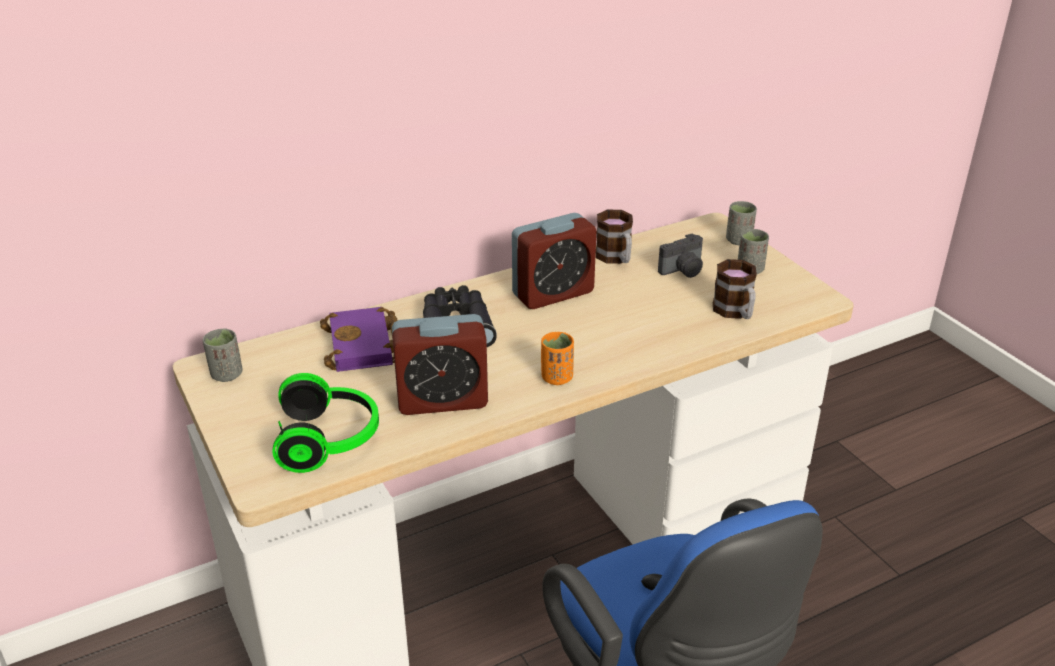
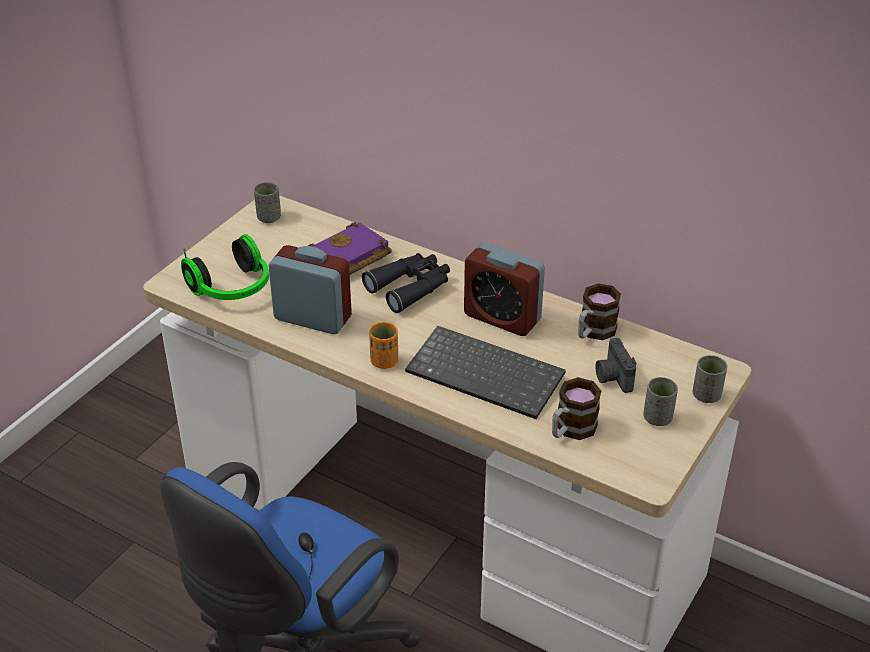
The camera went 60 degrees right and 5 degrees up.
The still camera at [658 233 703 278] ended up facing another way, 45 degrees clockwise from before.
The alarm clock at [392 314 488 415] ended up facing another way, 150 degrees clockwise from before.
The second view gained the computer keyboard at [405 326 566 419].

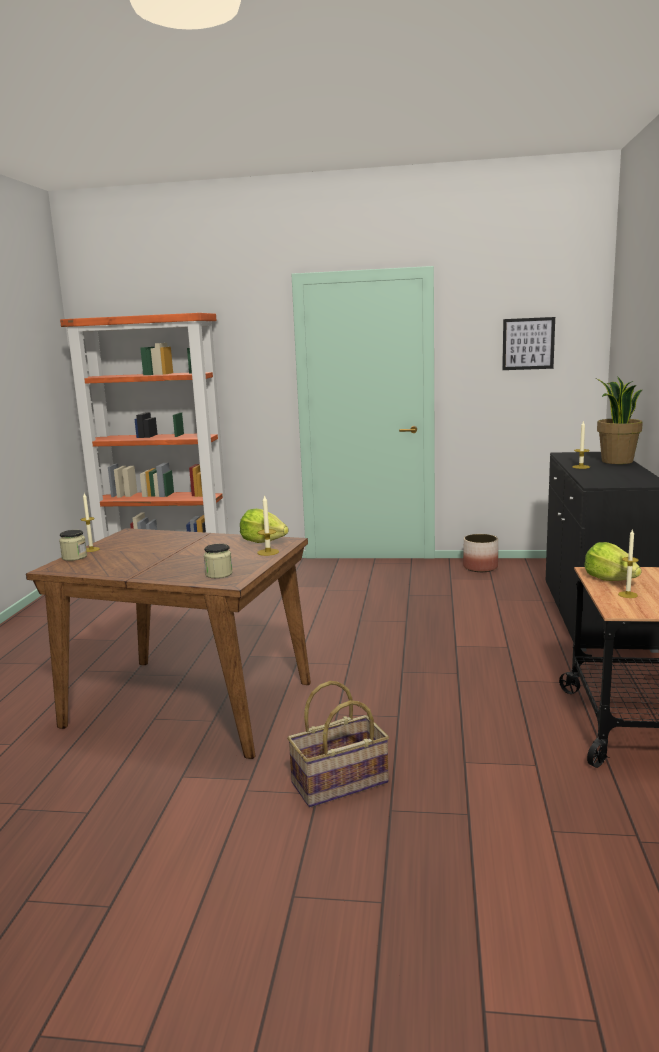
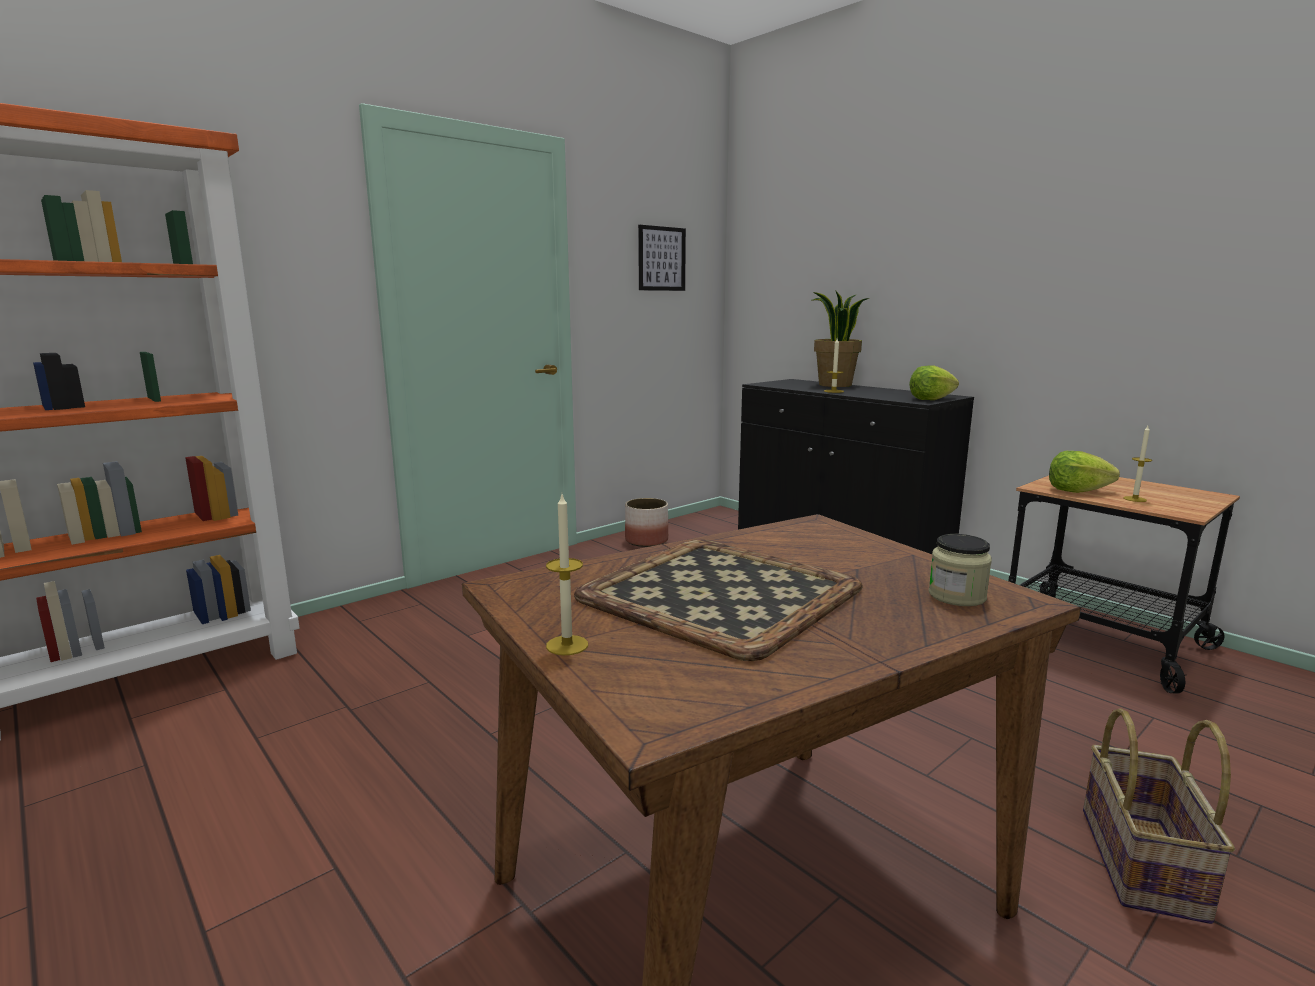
The camera went 50 degrees left and 0 degrees up.
The second view lost the wax candle at [257 495 279 556].
The lettuce ended up elsewhere, having gone from [240 509 288 543] to [909 365 959 400].
The second view lost the jar at [59 530 87 561].
The second view gained the carrying tray at [574 539 863 661].

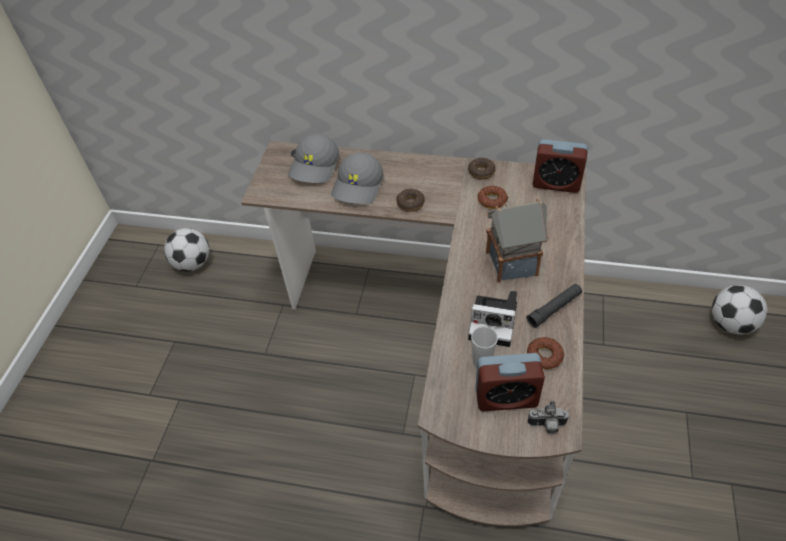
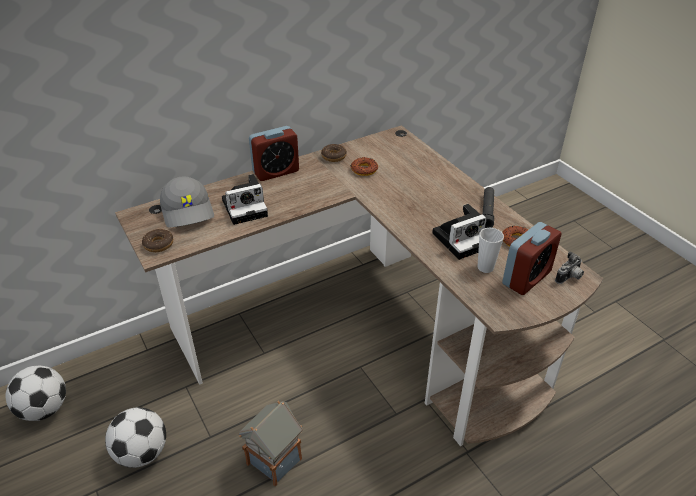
The camera went 45 degrees left and 10 degrees down.
The alarm clock ended up elsewhere, having gone from [533 139 588 193] to [249 126 299 181].
Where the grey baseball cap stood at [331 152 383 204], the still camera came to stand at [222 174 268 225].
The doughnut ended up elsewhere, having gone from [396 189 425 212] to [142 229 173 252].
The miniature house ended up elsewhere, having gone from [486 199 549 283] to [239 401 303 486].
The football ball ended up elsewhere, having gone from [712 285 767 335] to [105 407 166 468].

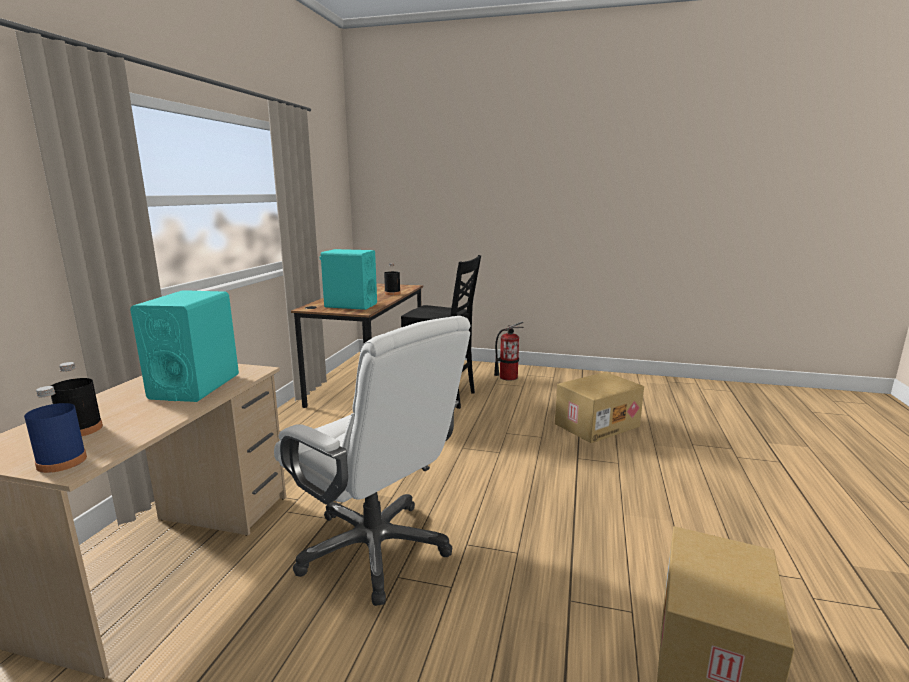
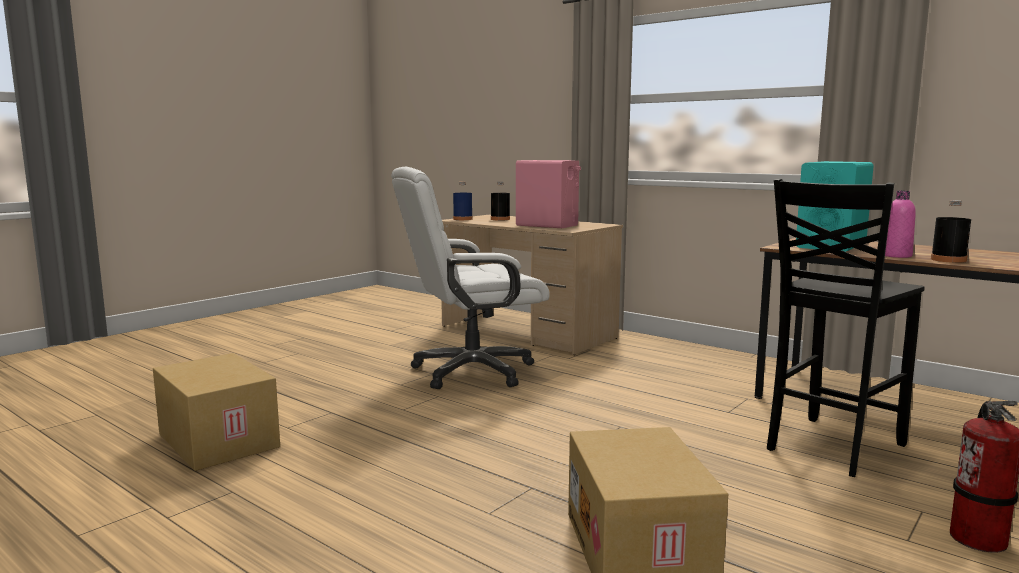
The camera went 115 degrees right and 5 degrees down.
What was the blue-green audio speaker at [130 290 239 402] turned into the pinkish audio speaker at [516 160 581 228].
The second view gained the pinkish bottle at [885 191 916 258].

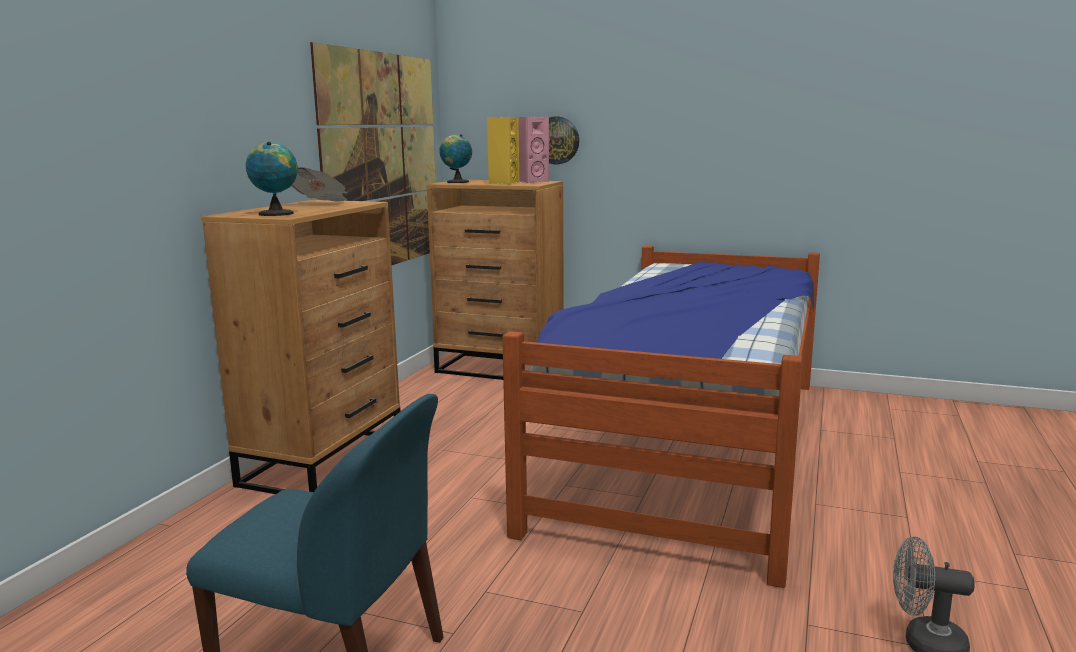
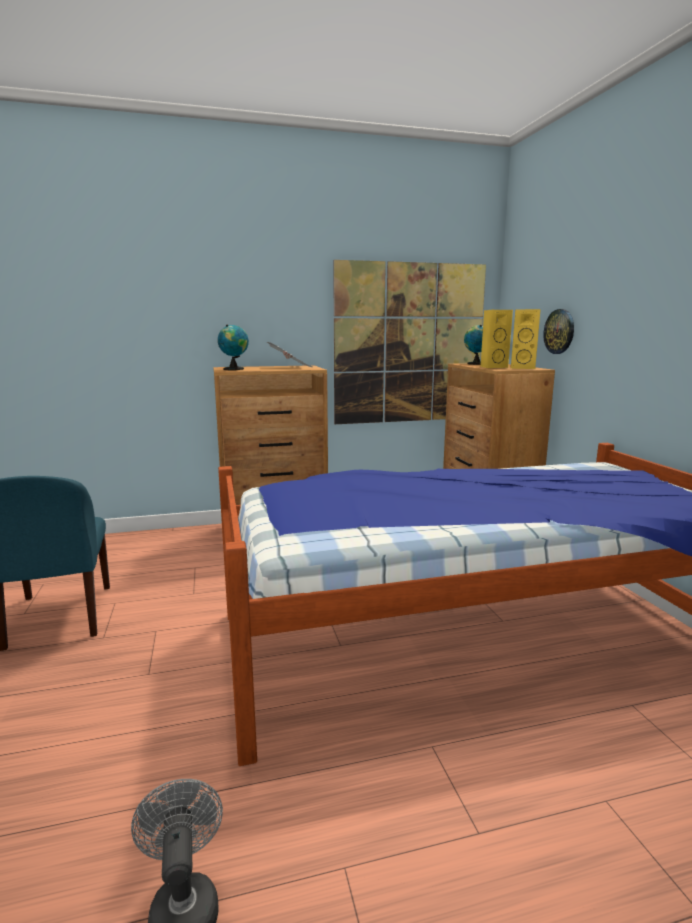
The camera went 55 degrees right and 0 degrees up.
What was the pinkish audio speaker at [518 117 549 183] turned into the yellowish audio speaker at [511 309 541 369].

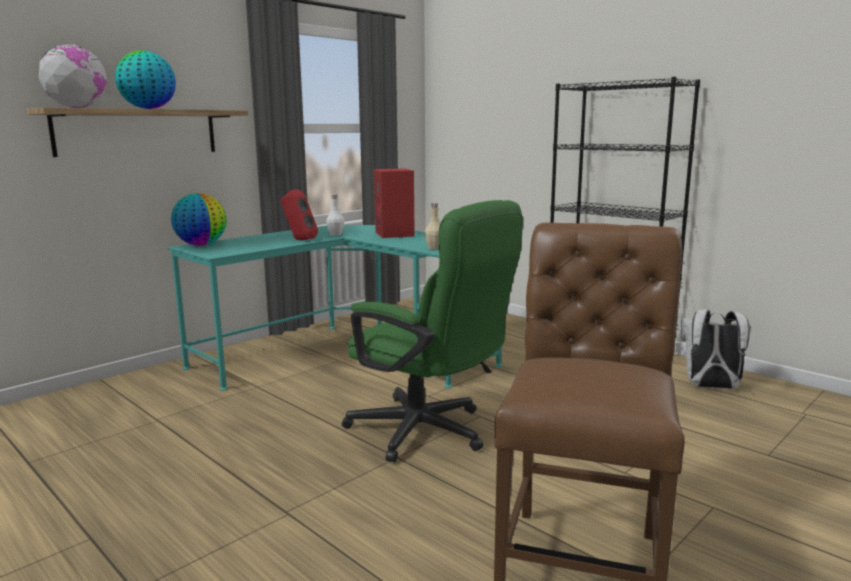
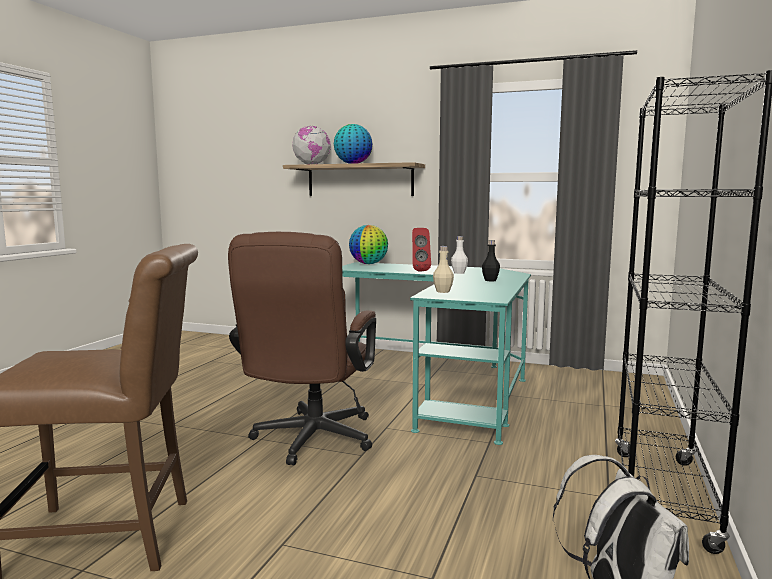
The camera went 65 degrees right and 5 degrees down.
Where the reddish audio speaker stood at [374 168 415 238], the black-coloured bottle came to stand at [482 240 500 281].
What was the green-coloured computer chair at [342 200 523 462] turned into the brown computer chair at [228 232 376 466].

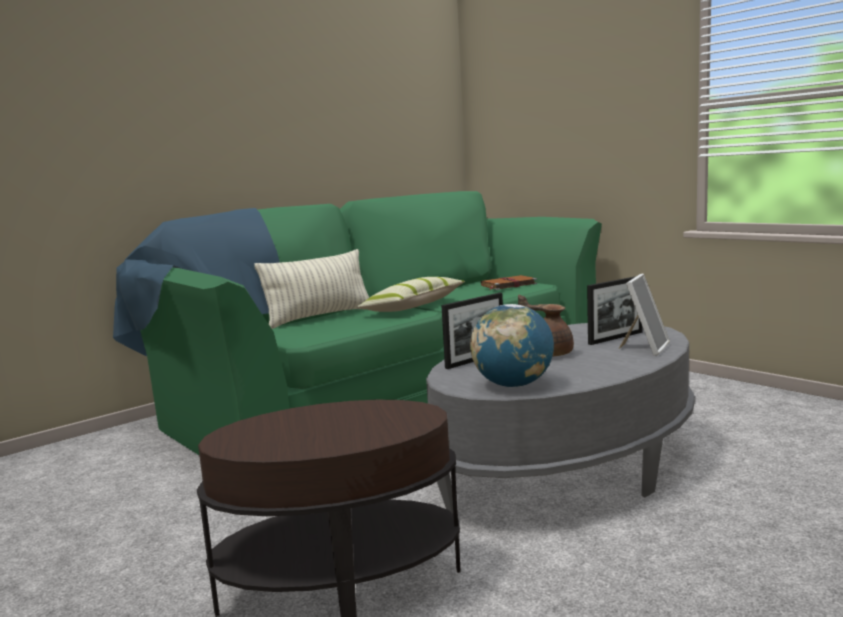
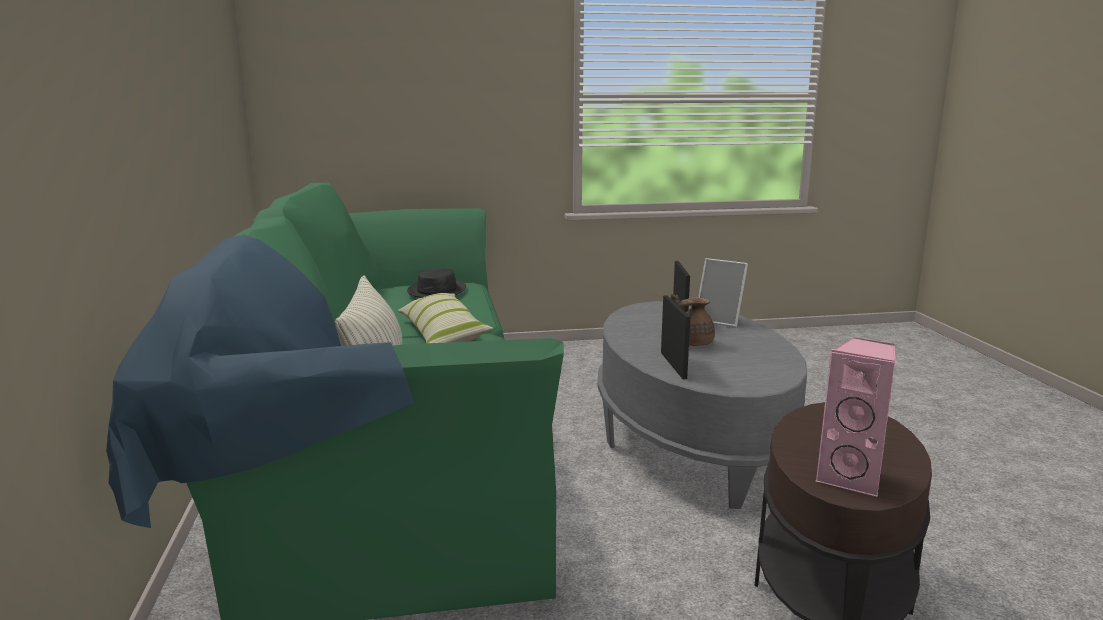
The camera went 60 degrees left and 5 degrees up.
The photo frame at [618 274 670 356] ended up facing another way, 150 degrees clockwise from before.
Where the brown bound book stood at [481 275 537 290], the black-coloured clothing hat came to stand at [407 268 466 298].
The second view lost the world globe at [470 304 554 387].
The second view gained the pinkish audio speaker at [816 337 896 497].

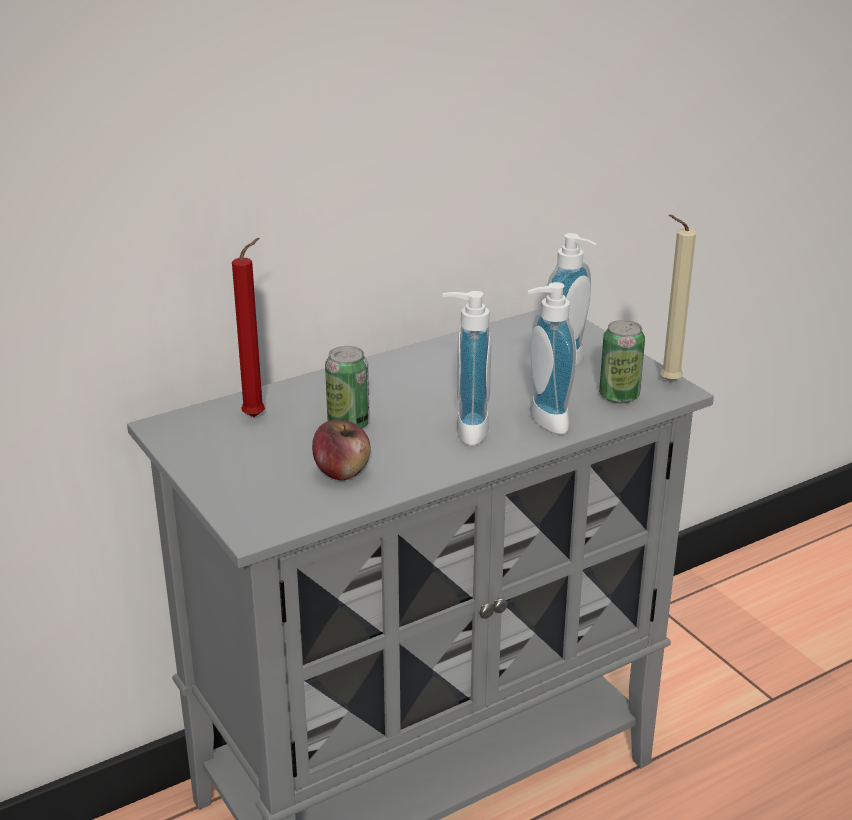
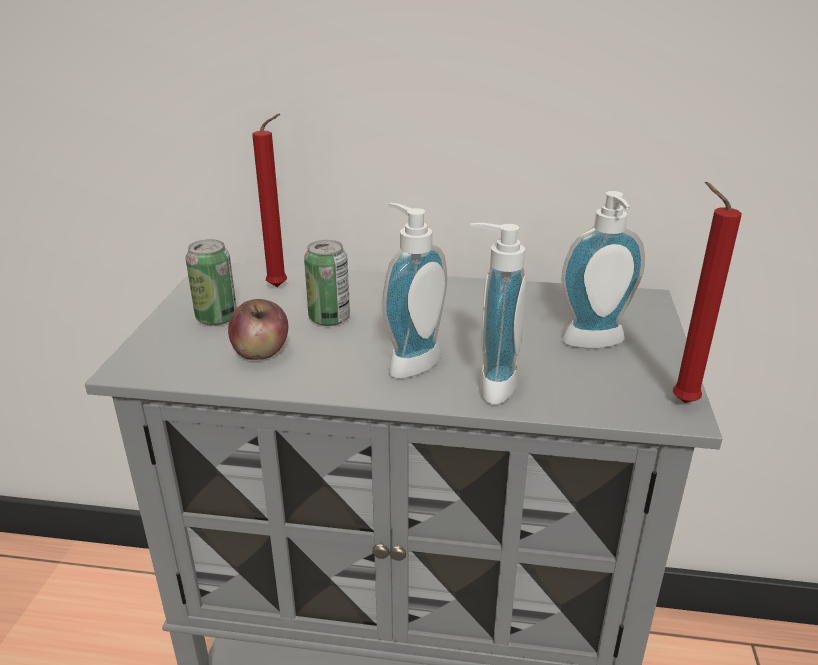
The camera went 40 degrees right and 0 degrees up.
What was the beige wax candle at [660 215 696 383] turned into the reddish wax candle at [673 182 742 403].
The sealed can ended up elsewhere, having gone from [599 320 645 404] to [186 239 237 326].

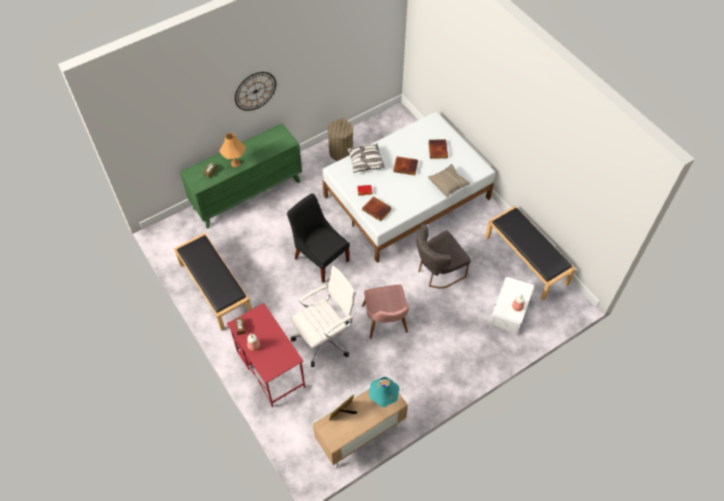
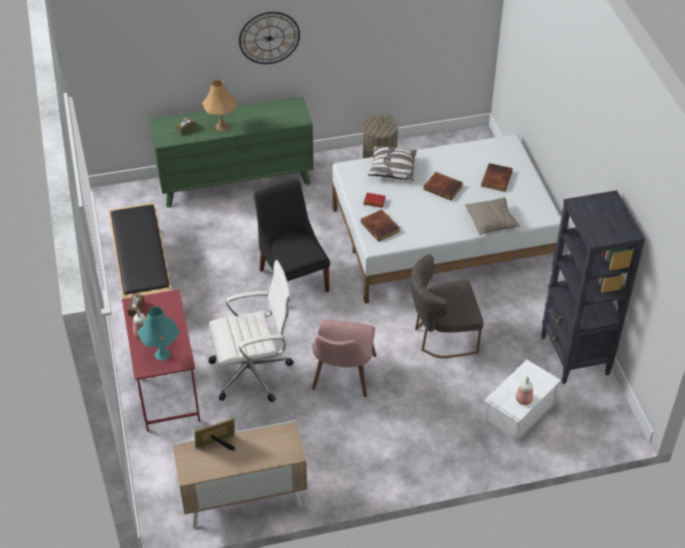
The camera went 20 degrees right and 10 degrees down.
Where the black-coloured long seat stood at [485 206 576 300], the black-coloured bookshelf came to stand at [541 190 645 384].
The blue-green tabletop lamp ended up elsewhere, having gone from [369 377 399 407] to [137 307 180 361].

